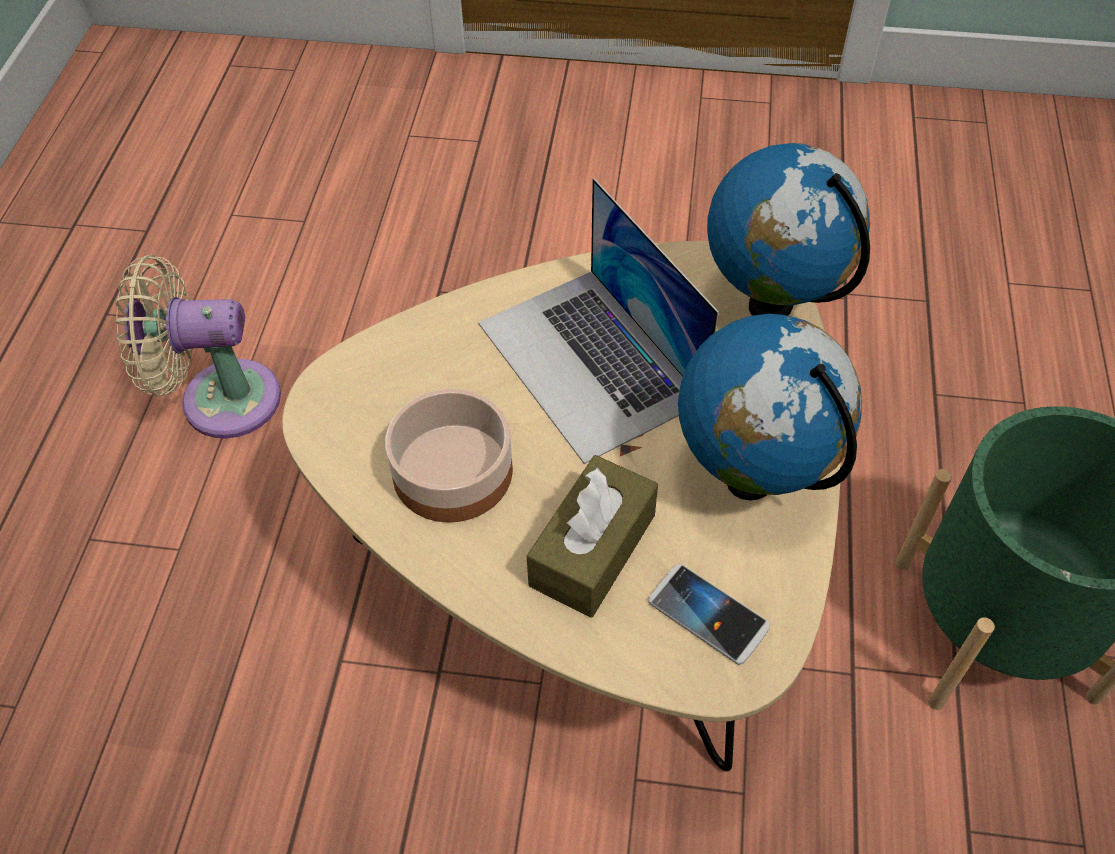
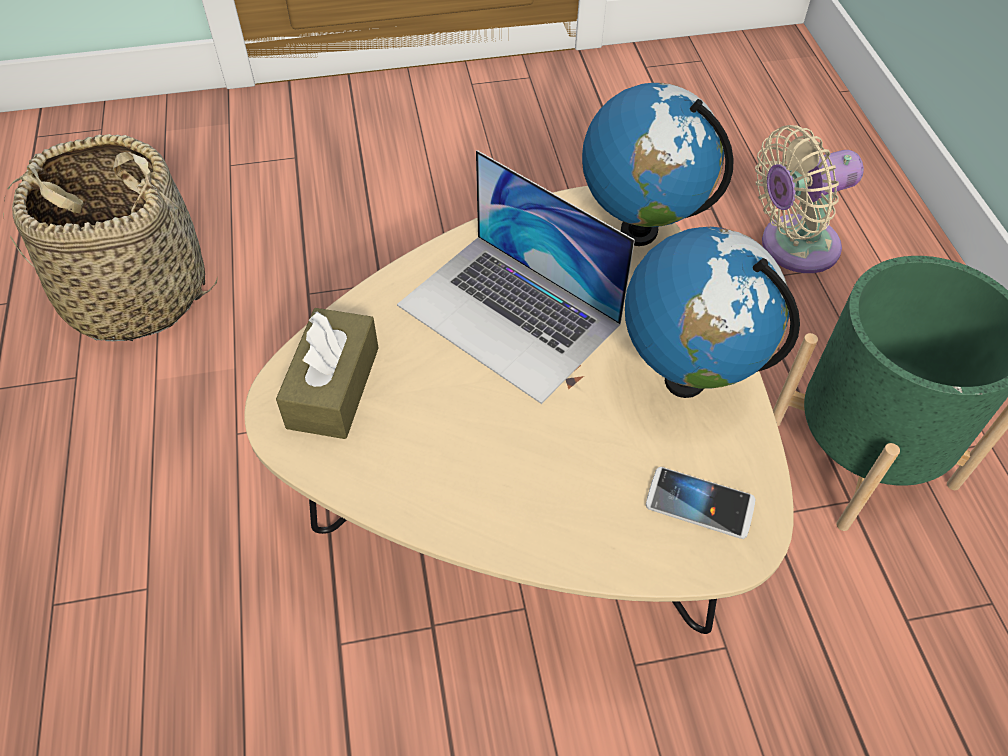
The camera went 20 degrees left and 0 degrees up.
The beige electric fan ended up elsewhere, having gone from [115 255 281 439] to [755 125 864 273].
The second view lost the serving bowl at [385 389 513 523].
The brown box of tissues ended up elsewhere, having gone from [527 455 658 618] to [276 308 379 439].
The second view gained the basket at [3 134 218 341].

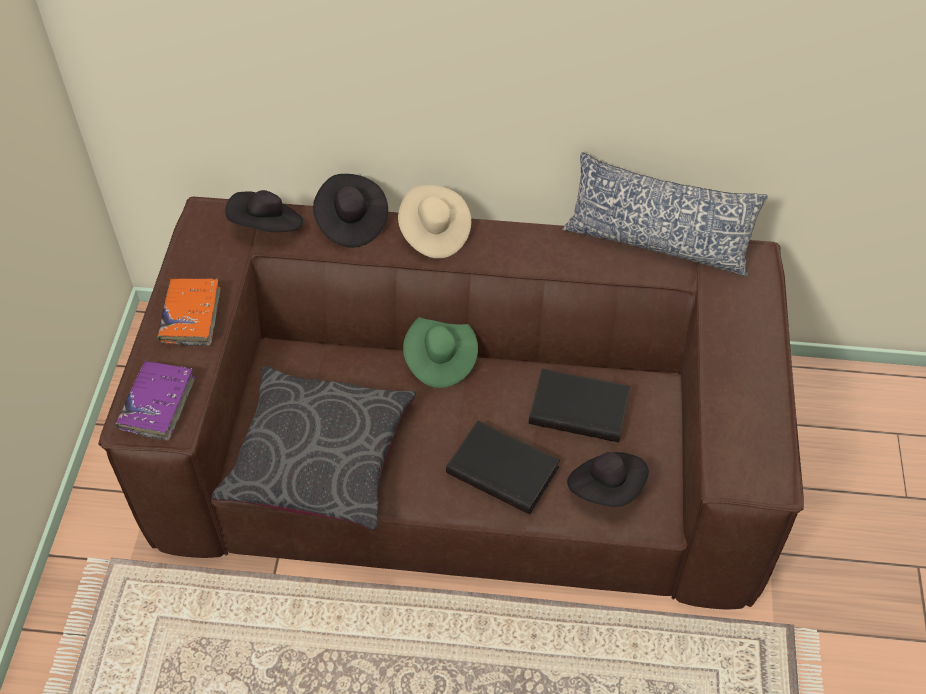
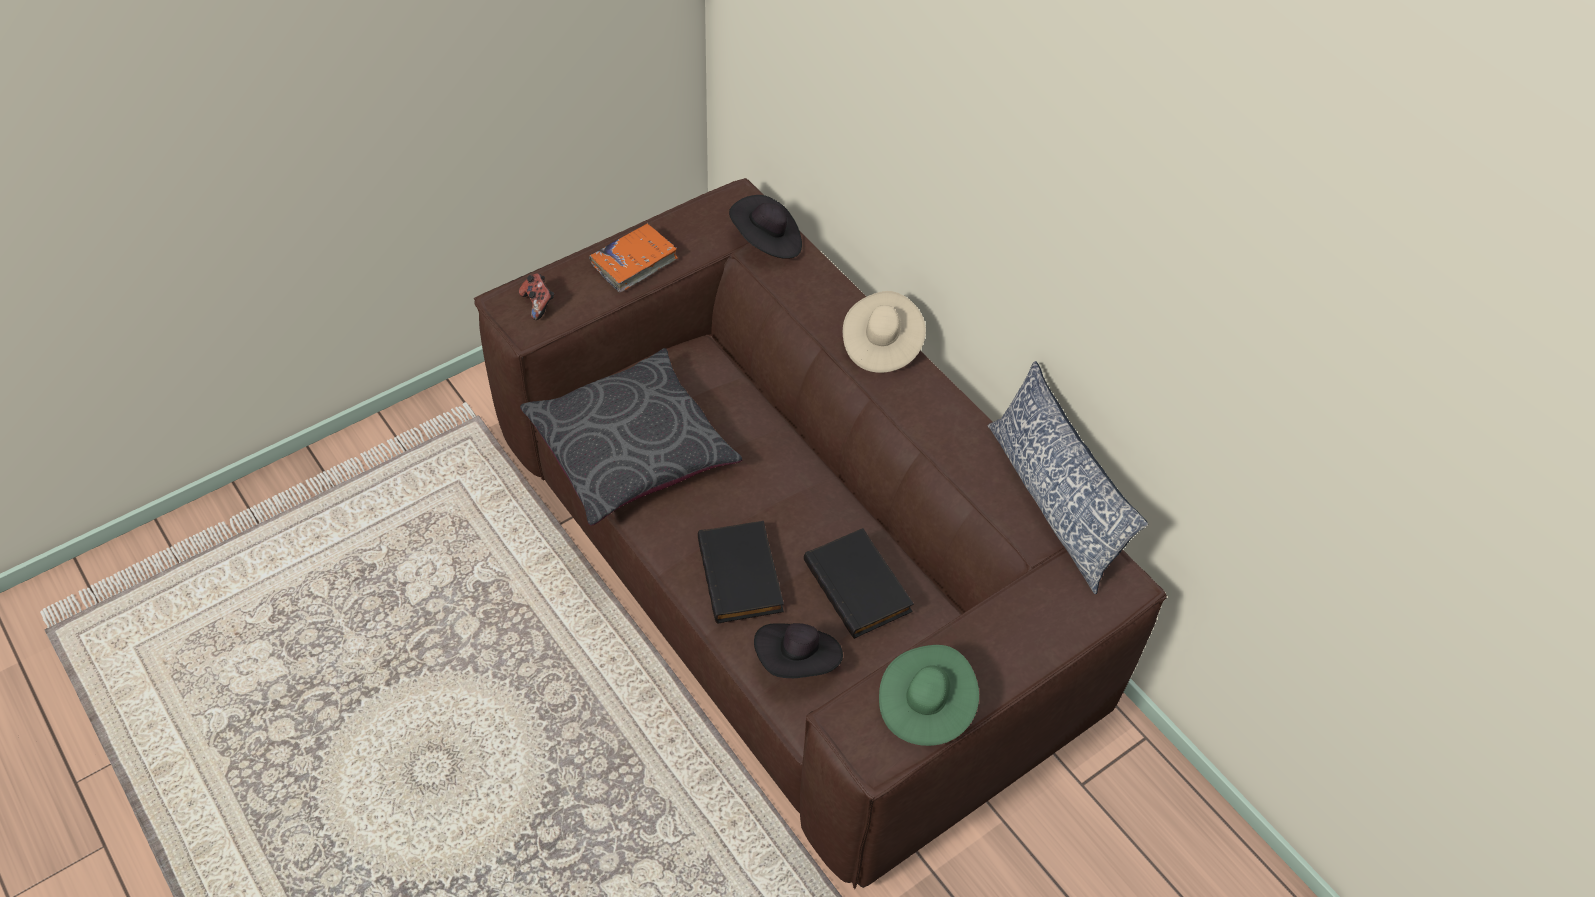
The camera went 45 degrees right and 0 degrees up.
The second view lost the black-coloured clothing hat at [313 174 388 248].
The green-coloured clothing hat ended up elsewhere, having gone from [403 317 478 388] to [879 645 979 746].
Where the purple bound book stood at [115 361 195 441], the joypad came to stand at [519 273 554 320].

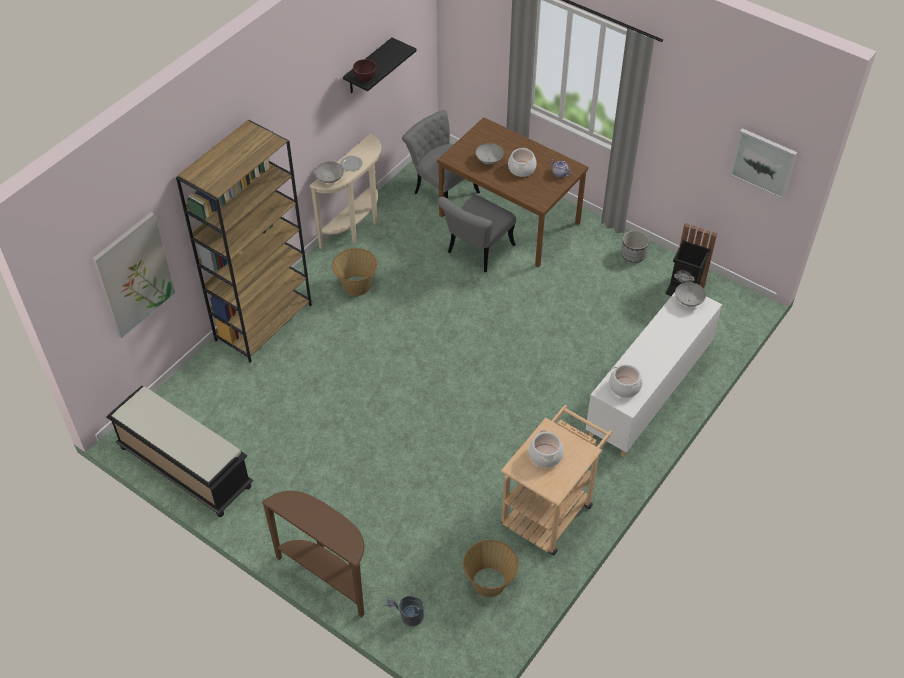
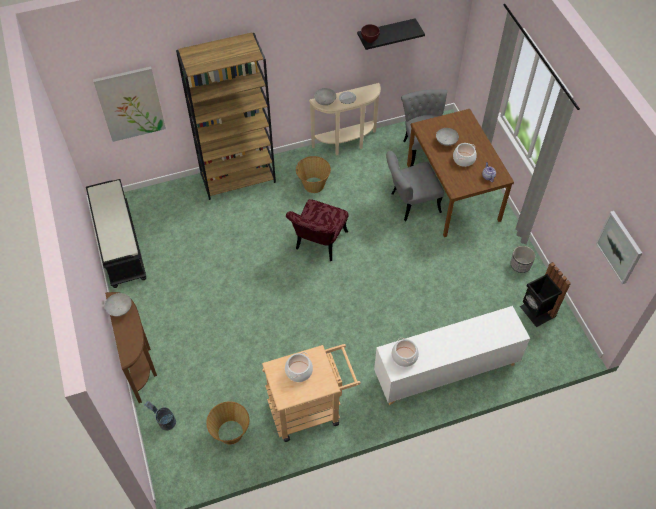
The camera went 35 degrees right and 5 degrees up.
The grey serving bowl ended up elsewhere, having gone from [675 282 706 307] to [105 293 132 316].
The second view gained the reddish chair at [286 199 348 261].

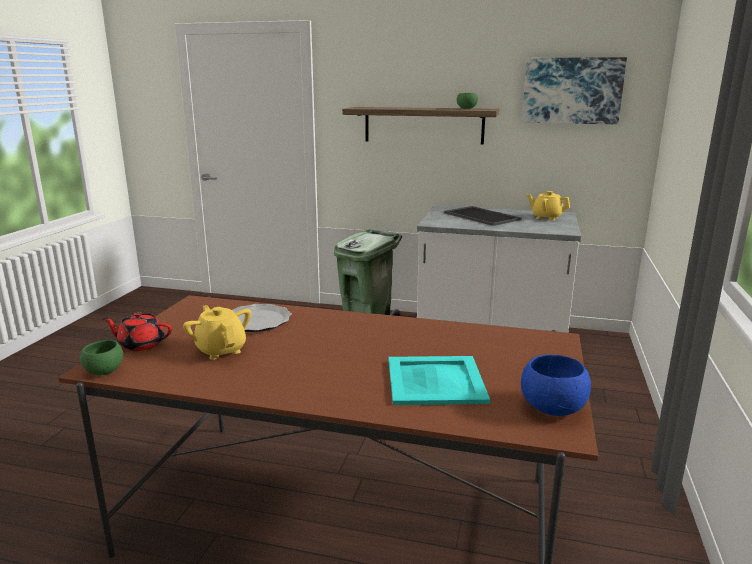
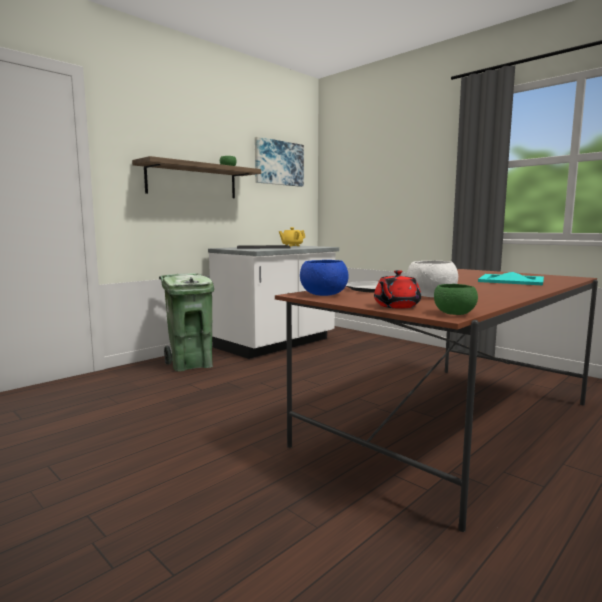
The camera went 60 degrees left and 10 degrees down.
Where the yellowish teapot stood at [183 305 251 360], the whitish serving bowl came to stand at [407 261 458 297].
The bluish serving bowl ended up elsewhere, having gone from [521 355 591 416] to [300 260 349 296].

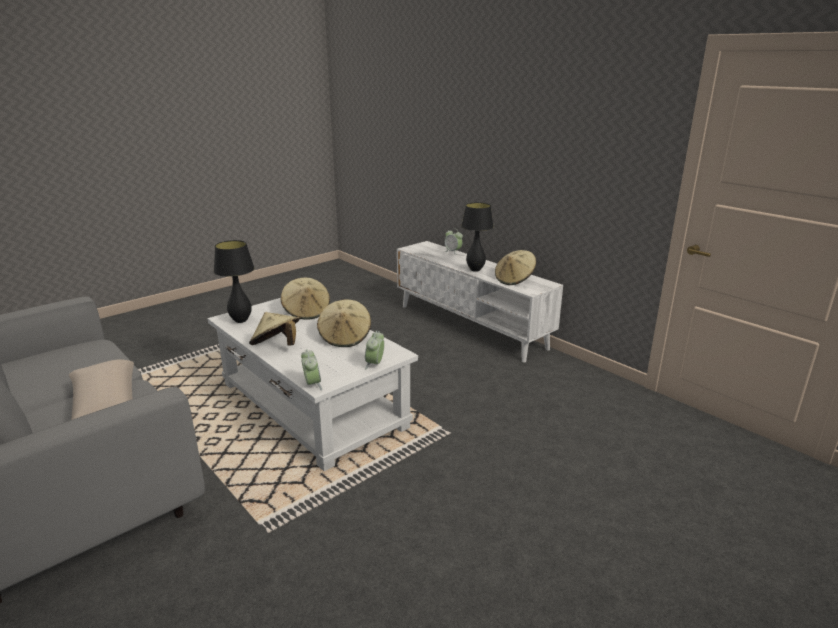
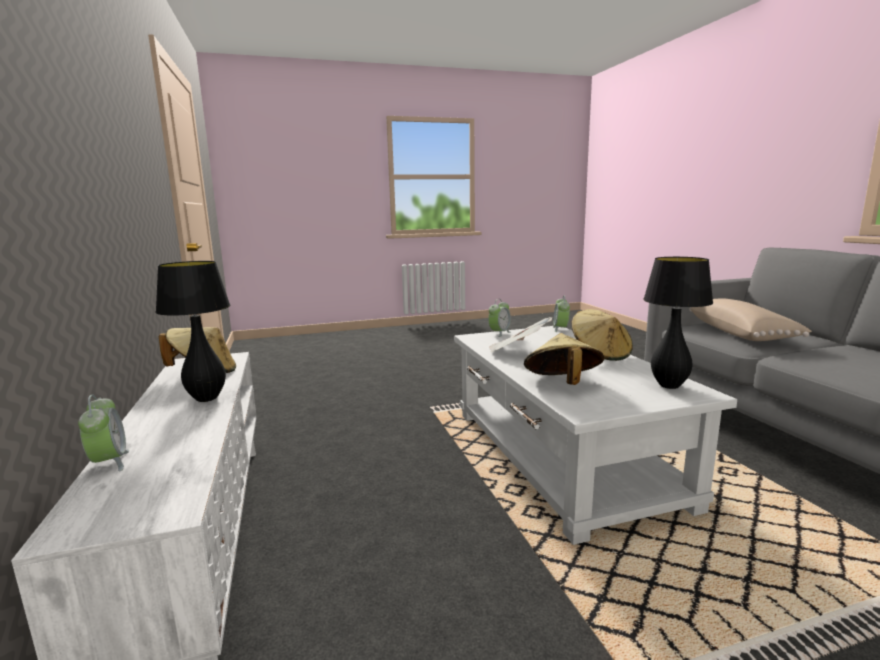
The camera went 155 degrees left and 10 degrees down.
Where the beige clothing hat stood at [317 299 371 347], the printed paper came to stand at [489 317 552 352].

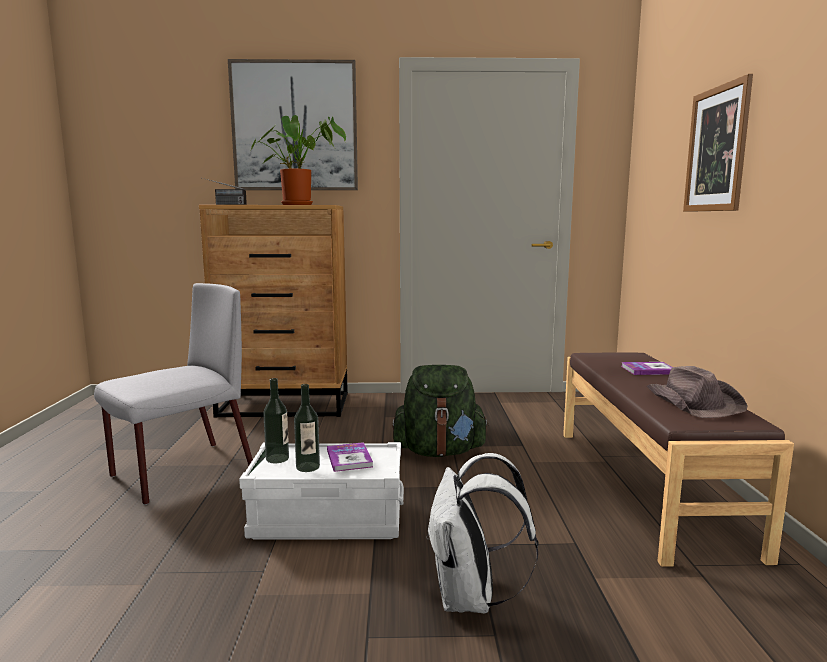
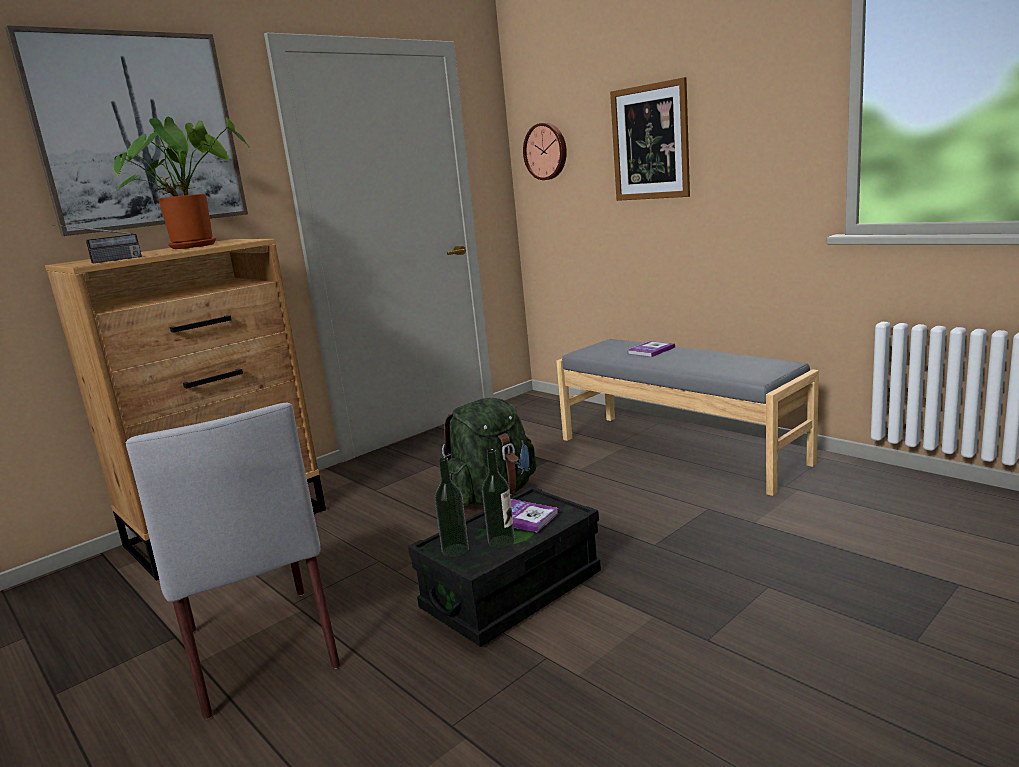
The camera went 40 degrees left and 5 degrees up.
The grey chair at [94 283 253 505] ended up facing another way, 150 degrees clockwise from before.
What was the brown long seat at [563 353 794 567] turned into the grey long seat at [557 339 819 496].
The second view lost the brown clothing hat at [647 366 748 418].
What was the whitish storage box at [239 442 404 540] turned into the black-coloured storage box at [408 486 601 647].
The second view lost the whitish rucksack at [426 453 539 613].
The second view gained the wall clock at [523 123 567 180].

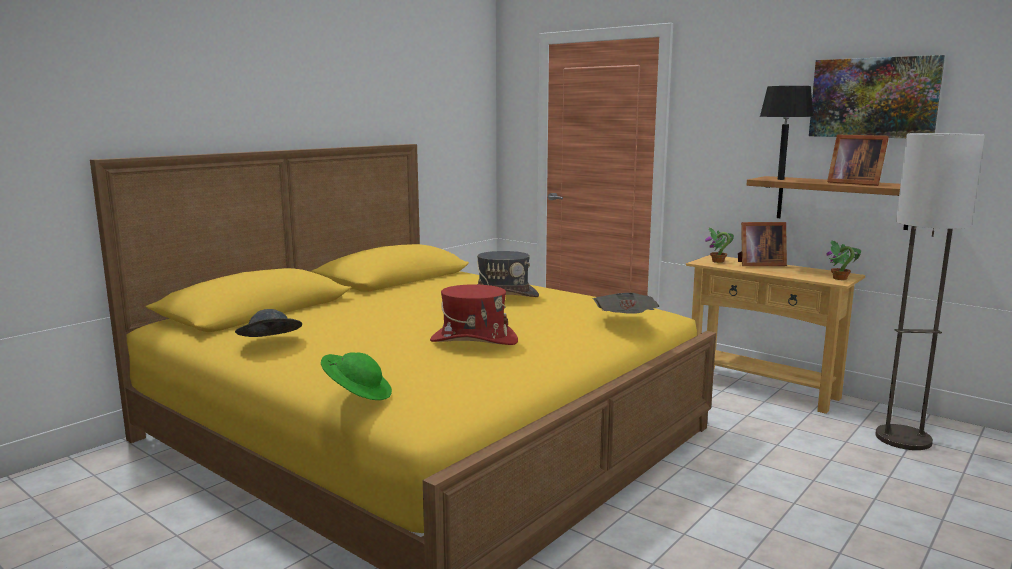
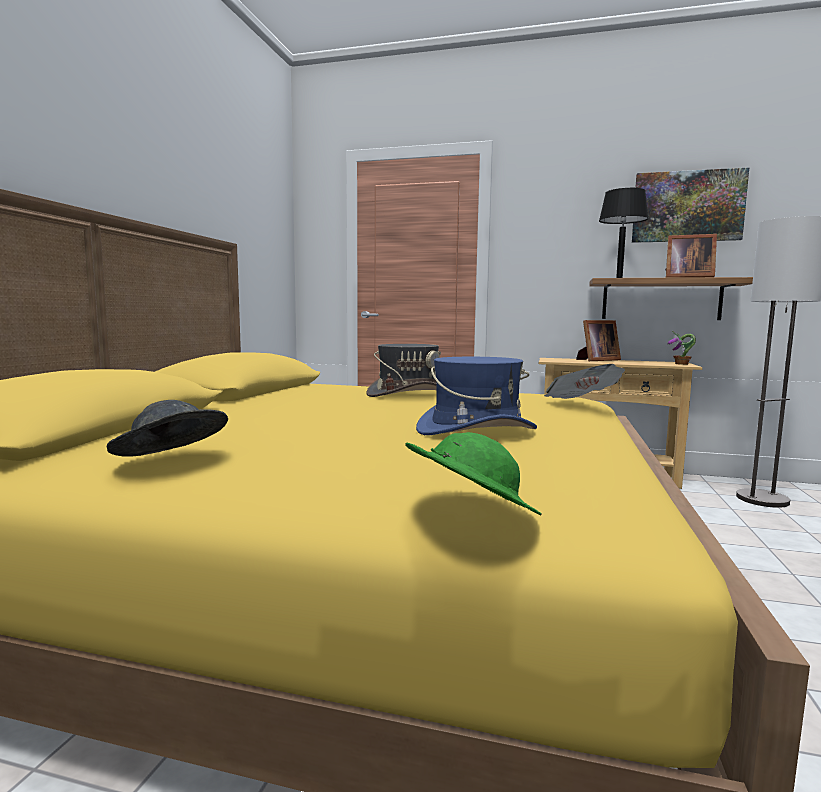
The camera went 25 degrees left and 5 degrees down.
The second view lost the houseplant at [705 228 734 263].
What was the reddish clothing hat at [430 284 518 345] turned into the bluish clothing hat at [416 357 537 435].

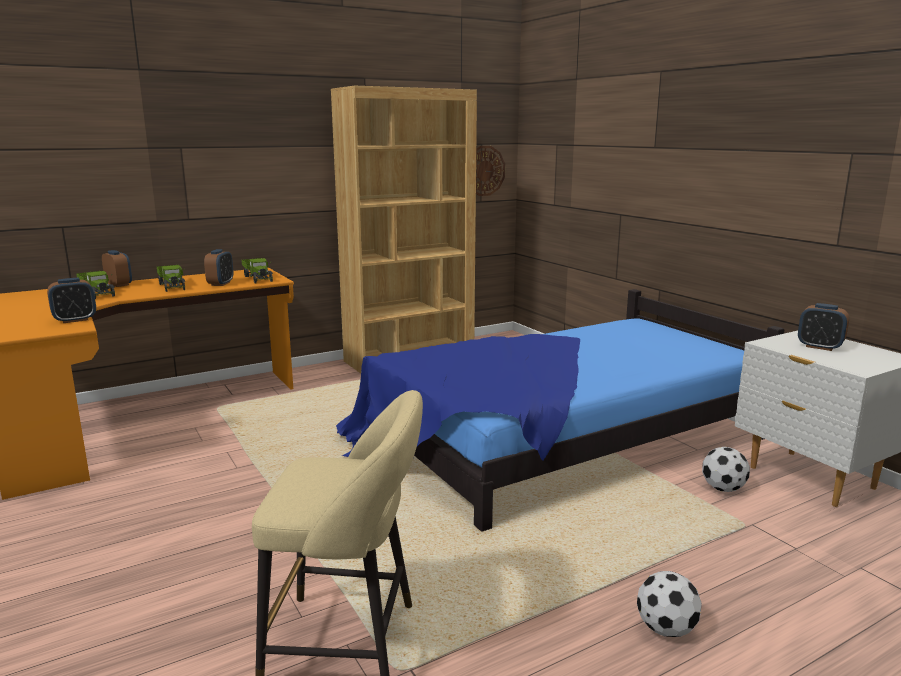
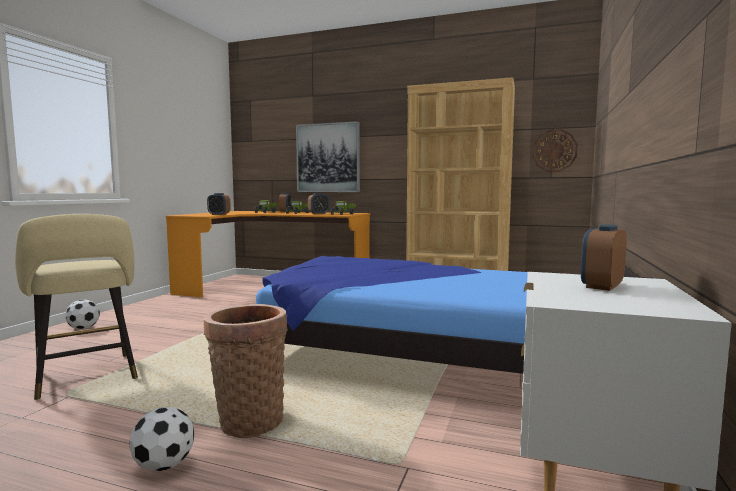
The camera went 50 degrees right and 10 degrees down.
The alarm clock at [798 303 849 351] ended up facing another way, 45 degrees clockwise from before.
The football ball ended up elsewhere, having gone from [702 447 750 492] to [65 299 100 329].
The second view gained the picture at [296 121 360 192].
The second view gained the basket at [204 304 288 438].

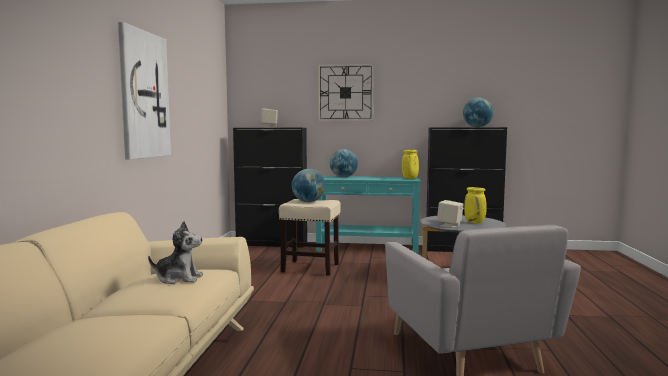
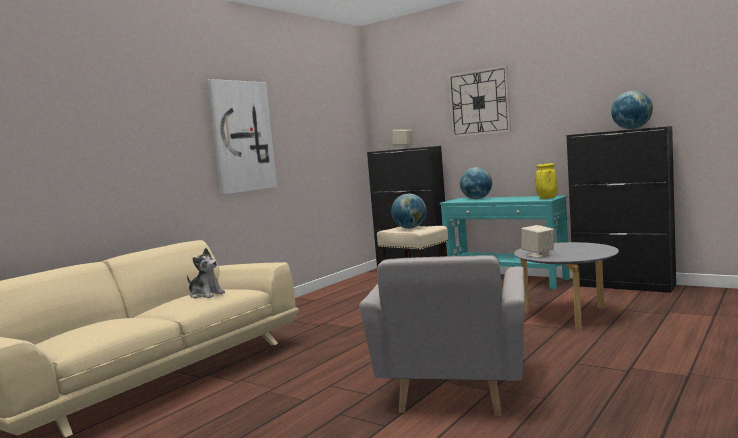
The camera went 30 degrees right and 0 degrees up.
The second view lost the yellowish flower vase at [464 187 487 224].

